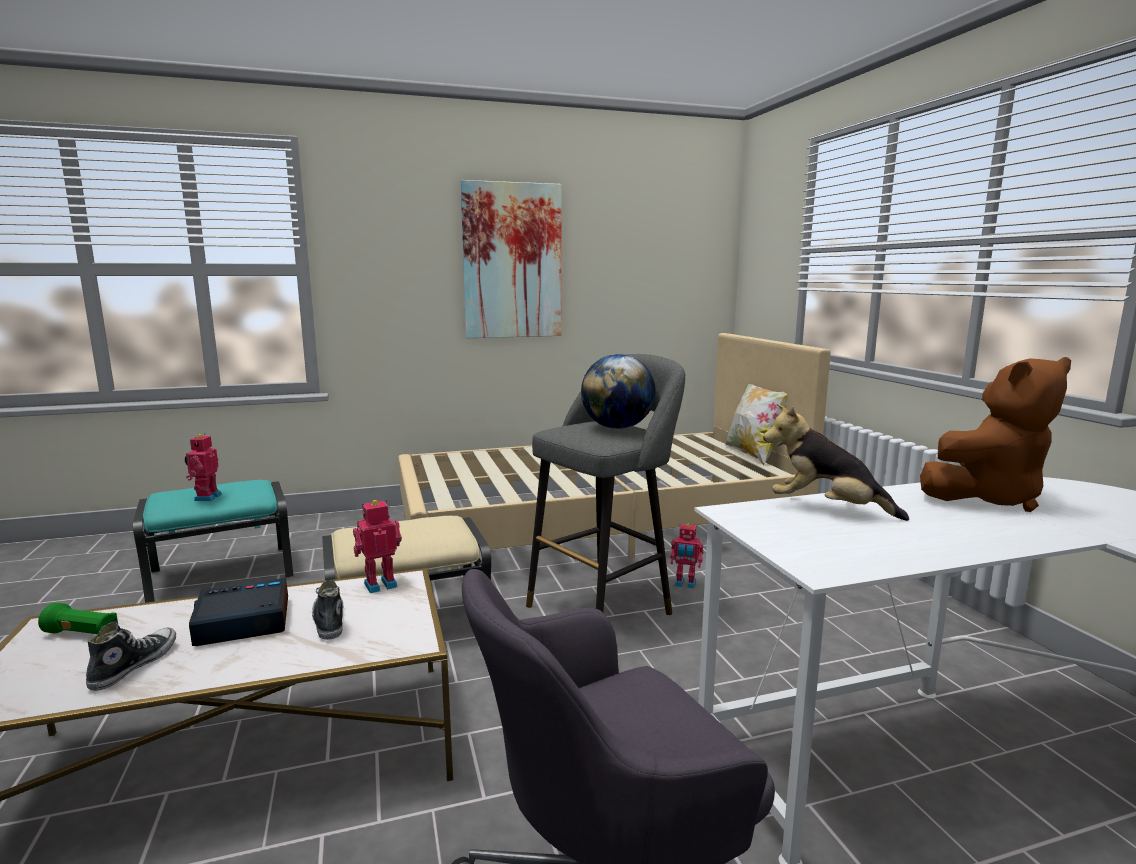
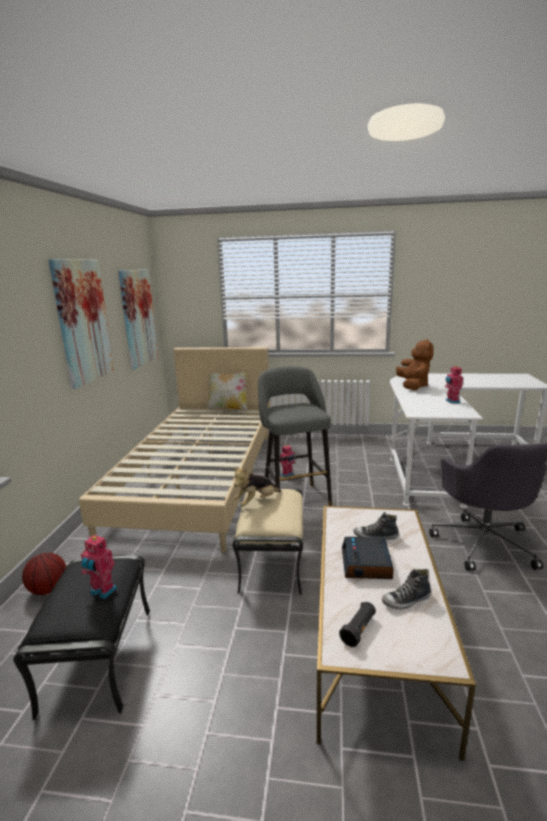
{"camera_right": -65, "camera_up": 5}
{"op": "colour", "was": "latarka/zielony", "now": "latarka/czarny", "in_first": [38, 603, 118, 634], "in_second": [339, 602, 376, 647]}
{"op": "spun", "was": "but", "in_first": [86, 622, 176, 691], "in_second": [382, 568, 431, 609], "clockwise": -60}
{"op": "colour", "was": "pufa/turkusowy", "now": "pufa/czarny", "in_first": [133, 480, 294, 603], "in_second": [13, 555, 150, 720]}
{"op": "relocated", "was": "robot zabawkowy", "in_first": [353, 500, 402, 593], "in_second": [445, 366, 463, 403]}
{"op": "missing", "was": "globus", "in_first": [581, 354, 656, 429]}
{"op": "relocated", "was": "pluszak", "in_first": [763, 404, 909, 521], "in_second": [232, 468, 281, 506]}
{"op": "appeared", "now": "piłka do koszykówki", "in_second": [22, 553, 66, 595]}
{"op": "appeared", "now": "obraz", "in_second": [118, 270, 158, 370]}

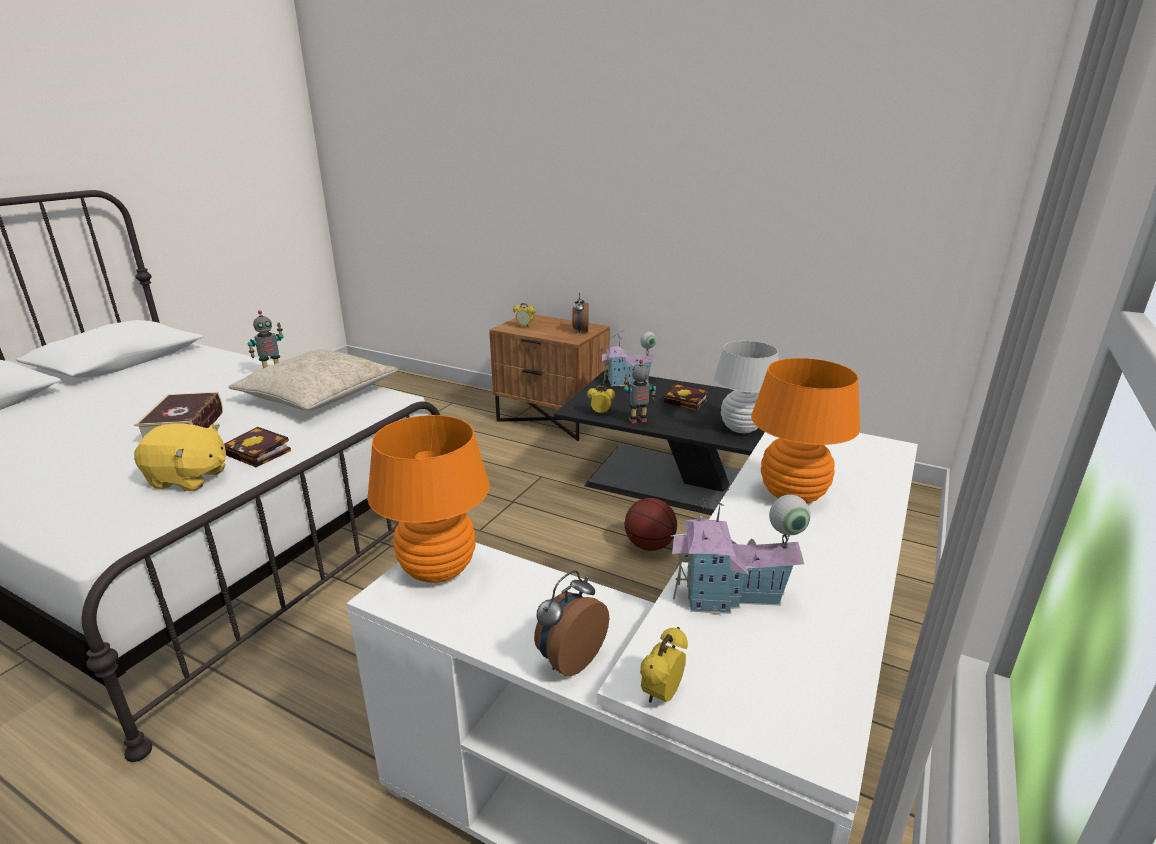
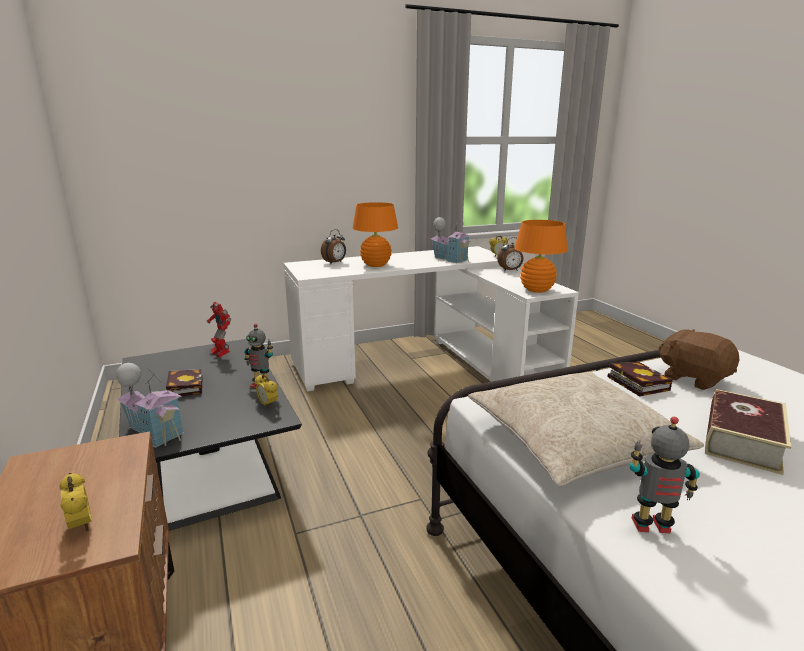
{"camera_right": -140, "camera_up": -5}
{"op": "colour", "was": "pluszak/żółty", "now": "pluszak/brązowy", "in_first": [134, 423, 226, 491], "in_second": [659, 329, 740, 390]}
{"op": "relocated", "was": "budzik", "in_first": [572, 293, 589, 334], "in_second": [321, 229, 346, 264]}
{"op": "missing", "was": "piłka do koszykówki", "in_first": [625, 498, 677, 551]}
{"op": "exchanged", "was": "lampa stołowa/biały", "now": "robot zabawkowy", "in_first": [714, 341, 779, 433], "in_second": [207, 302, 231, 358]}

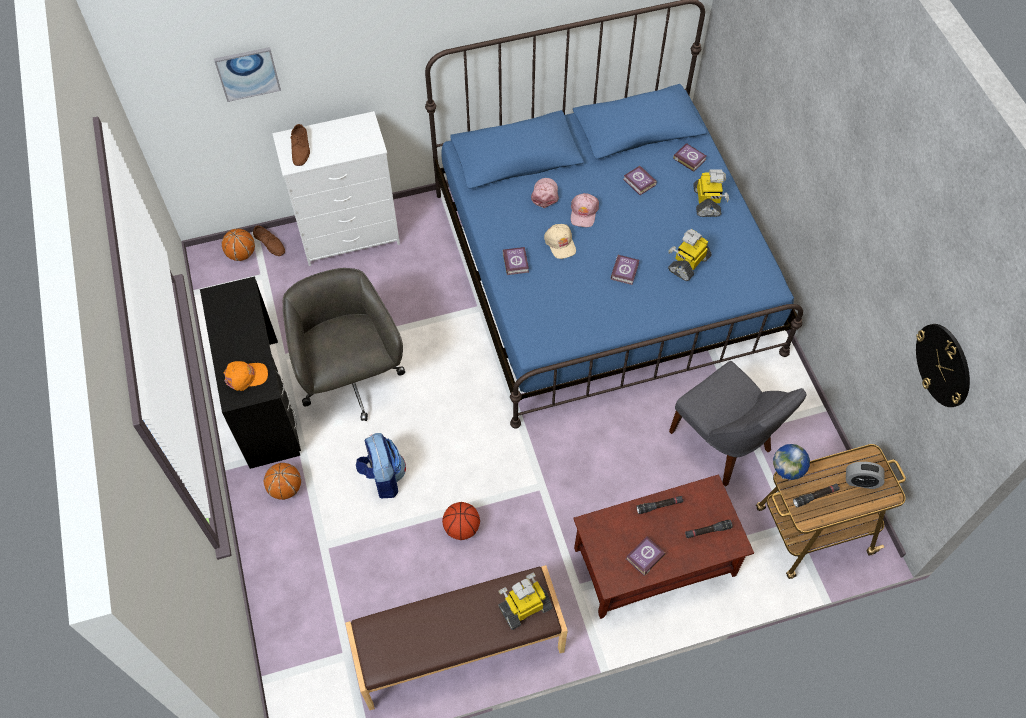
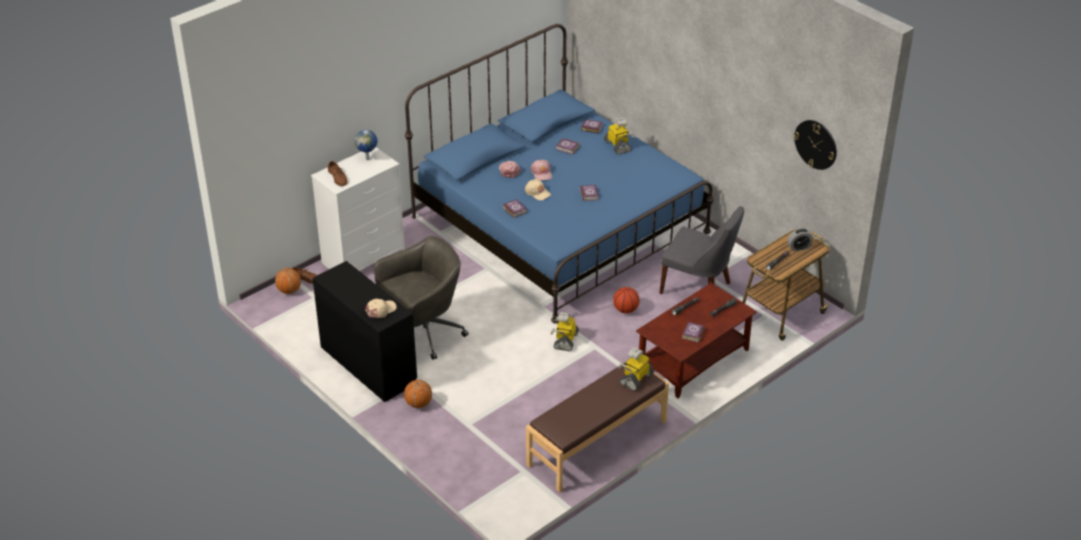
{"camera_right": -25, "camera_up": -20}
{"op": "missing", "was": "obraz", "in_first": [214, 47, 281, 102]}
{"op": "colour", "was": "czapka z daszkiem/pomarańczowy", "now": "czapka z daszkiem/beżowy", "in_first": [223, 361, 268, 391], "in_second": [366, 299, 397, 318]}
{"op": "spun", "was": "krzesło biurowe/szary", "in_first": [283, 268, 405, 421], "in_second": [374, 236, 468, 360], "clockwise": 105}
{"op": "missing", "was": "plecak", "in_first": [356, 433, 406, 498]}
{"op": "relocated", "was": "piłka do koszykówki", "in_first": [442, 502, 480, 540], "in_second": [613, 287, 640, 313]}
{"op": "relocated", "was": "robot zabawkowy", "in_first": [668, 229, 712, 281], "in_second": [551, 312, 579, 351]}
{"op": "relocated", "was": "globus", "in_first": [773, 444, 810, 480], "in_second": [355, 130, 377, 160]}

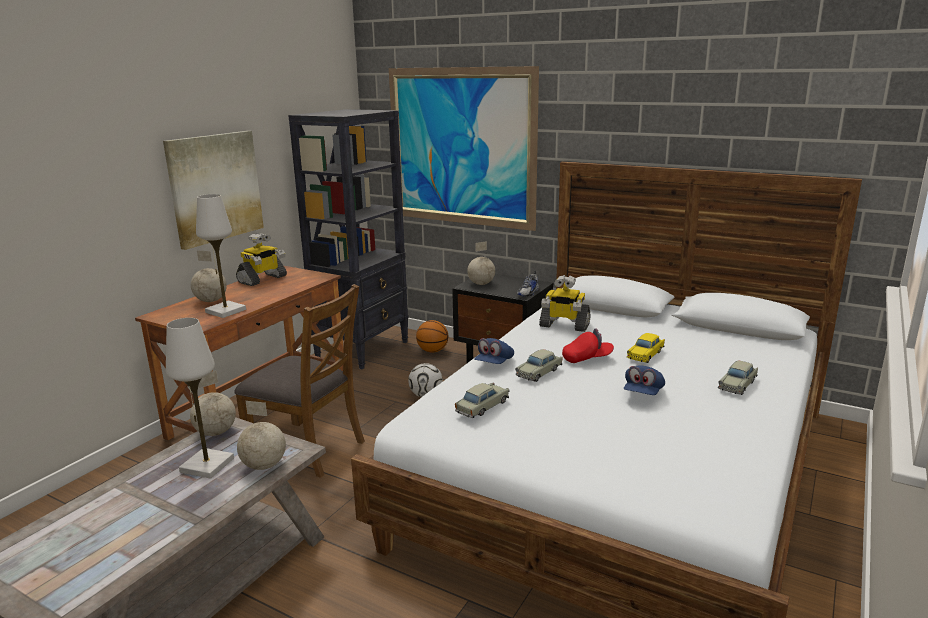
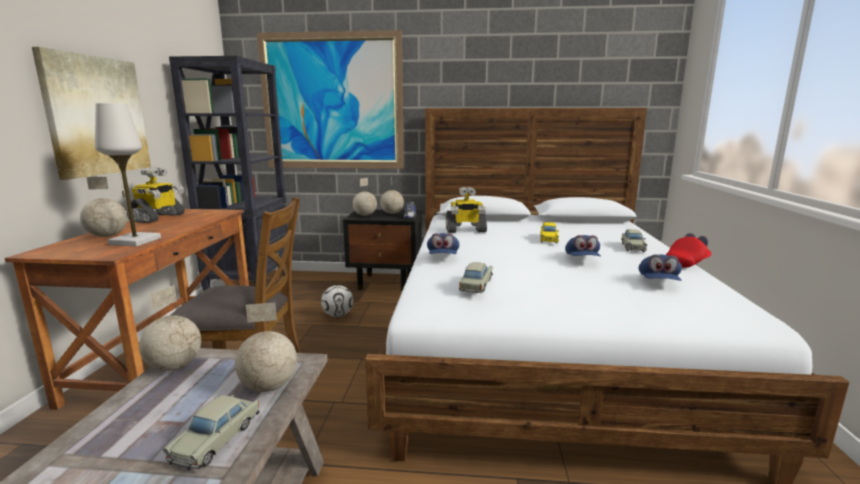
{"camera_right": -25, "camera_up": -5}
{"op": "missing", "was": "lampa stołowa/biały", "in_first": [166, 318, 234, 479]}
{"op": "missing", "was": "piłka do koszykówki", "in_first": [416, 320, 448, 353]}
{"op": "relocated", "was": "samochodzik/beżowy", "in_first": [515, 349, 563, 382], "in_second": [163, 394, 260, 470]}
{"op": "relocated", "was": "czapka z daszkiem/czerwony", "in_first": [562, 328, 614, 363], "in_second": [666, 233, 712, 268]}
{"op": "appeared", "now": "globus", "in_second": [380, 177, 404, 214]}
{"op": "appeared", "now": "czapka z daszkiem/niebieski", "in_second": [639, 254, 682, 281]}

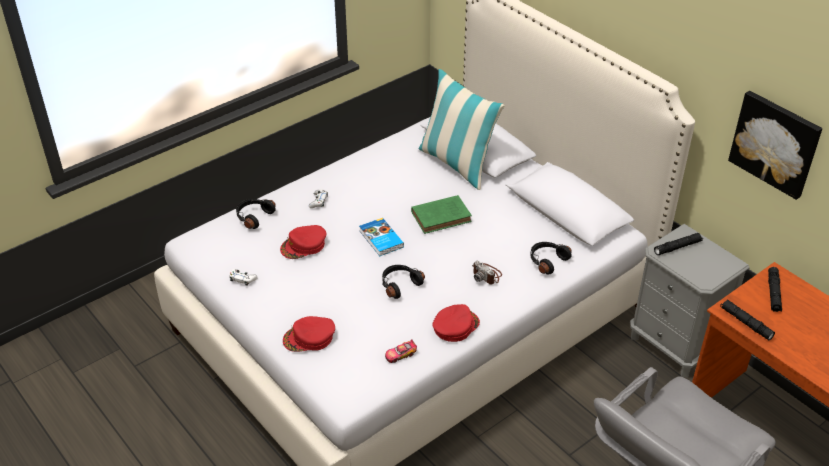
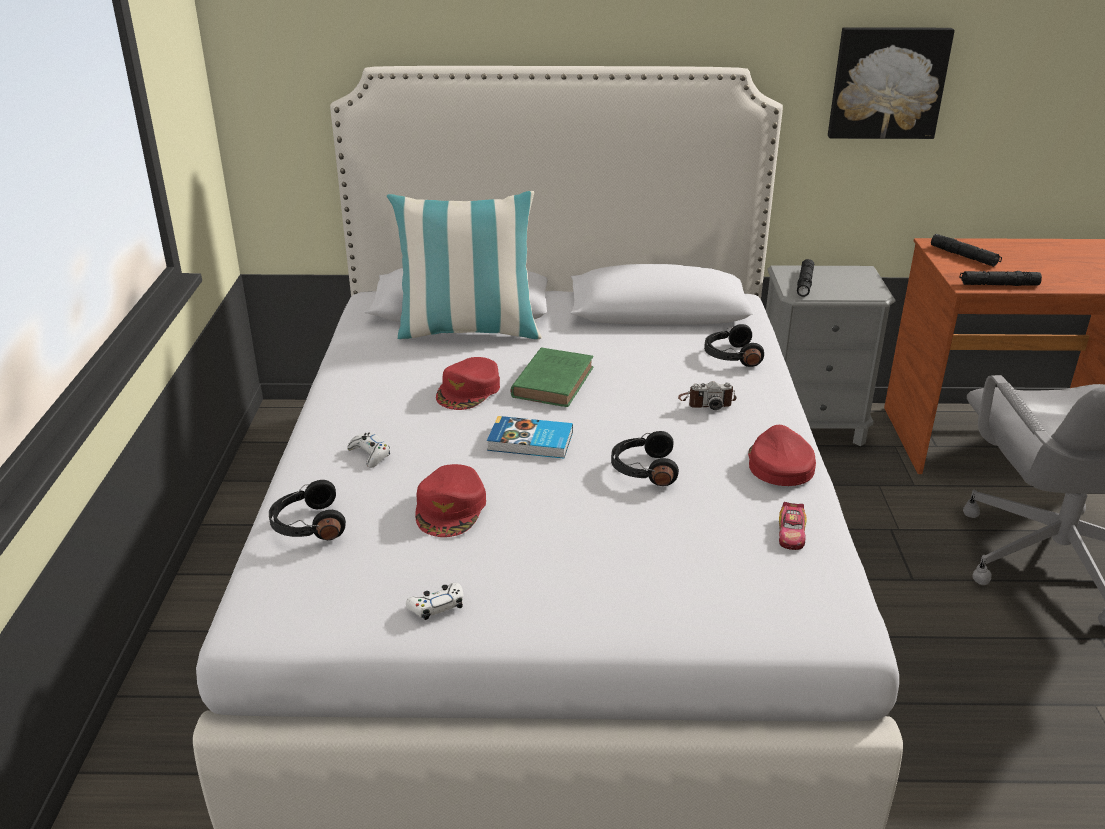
{"camera_right": -50, "camera_up": -10}
{"op": "relocated", "was": "czapka z daszkiem/czerwony", "in_first": [283, 316, 335, 352], "in_second": [436, 357, 500, 410]}

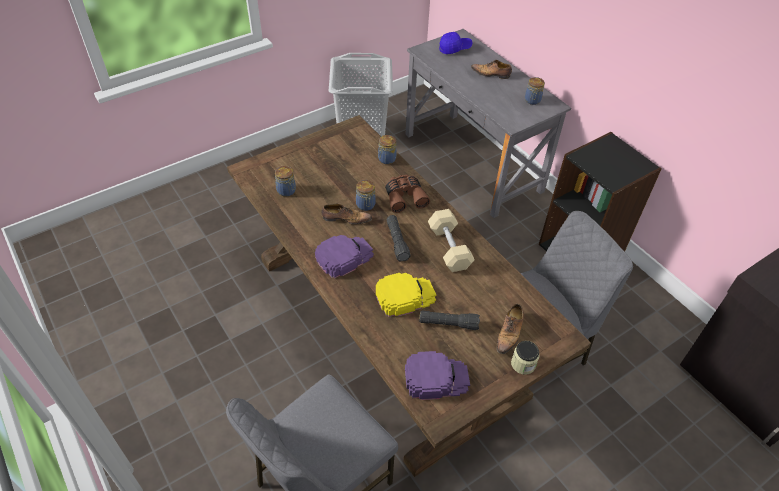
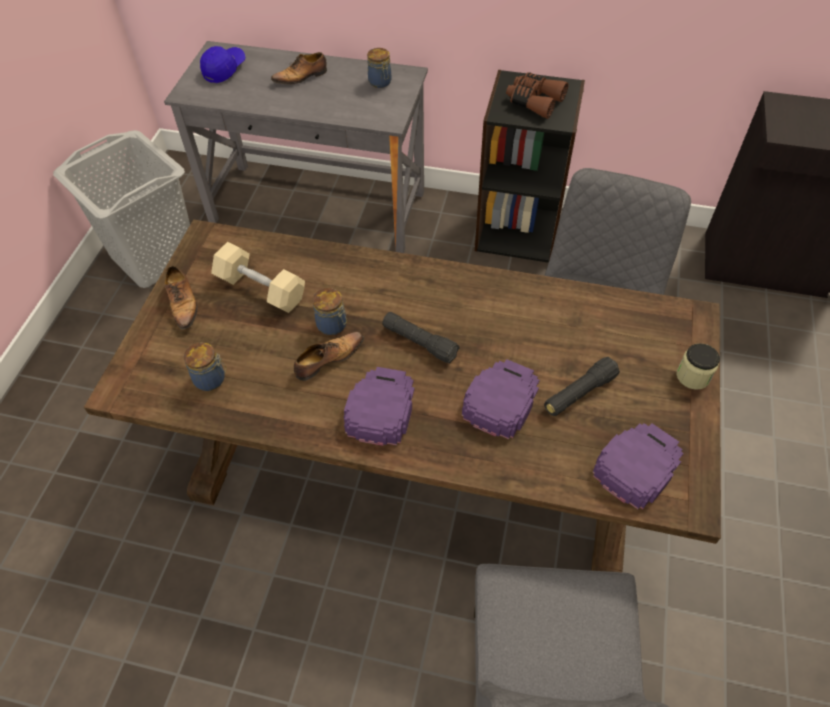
{"camera_right": -40, "camera_up": 5}
{"op": "colour", "was": "czapka z daszkiem/żółty", "now": "czapka z daszkiem/fioletowy", "in_first": [376, 273, 437, 317], "in_second": [462, 359, 539, 439]}
{"op": "missing", "was": "słoik", "in_first": [378, 135, 396, 164]}
{"op": "relocated", "was": "lornetka/brązowy", "in_first": [385, 174, 430, 213], "in_second": [506, 72, 568, 119]}
{"op": "relocated", "was": "hantel/beżowy", "in_first": [428, 209, 475, 272], "in_second": [211, 242, 305, 313]}
{"op": "relocated", "was": "but", "in_first": [497, 304, 524, 354], "in_second": [164, 266, 198, 329]}

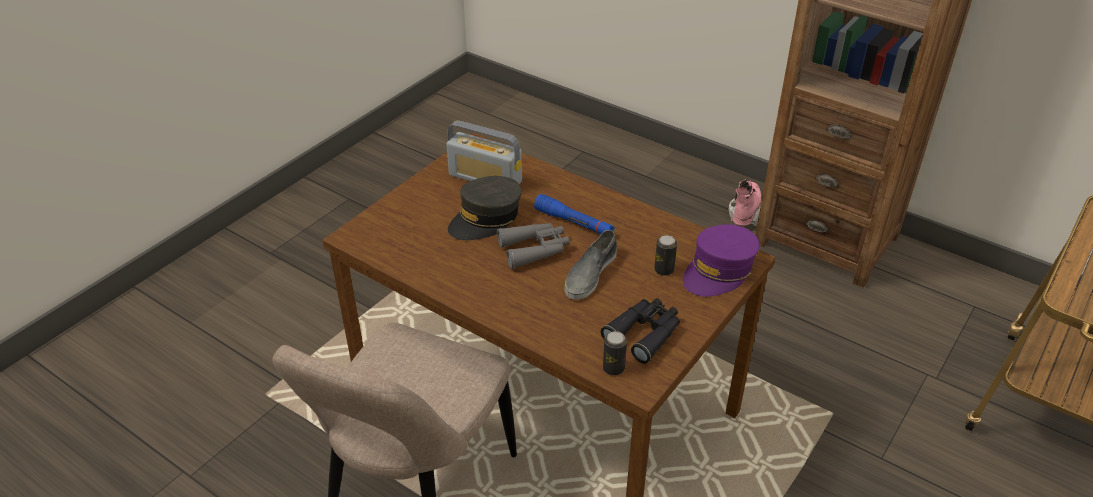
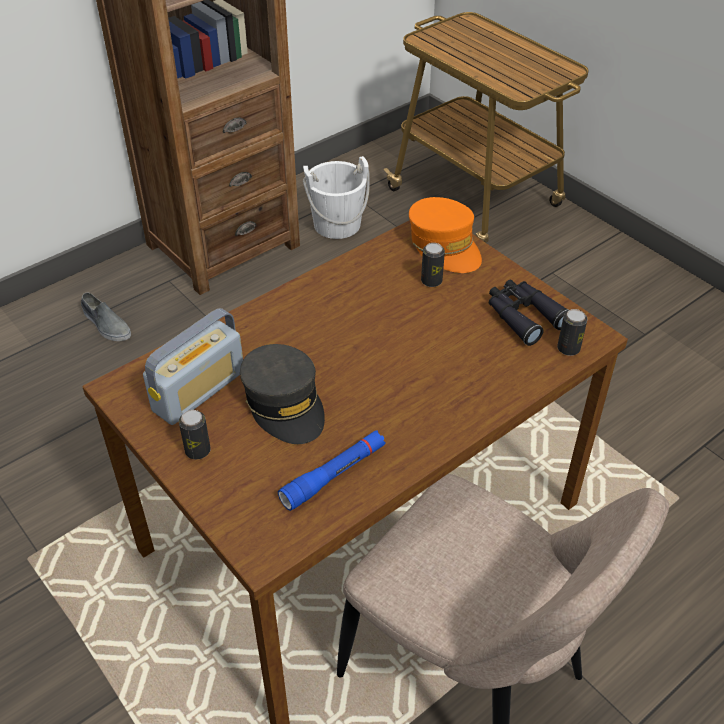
{"camera_right": -75, "camera_up": 5}
{"op": "missing", "was": "lornetka/szary", "in_first": [497, 222, 570, 269]}
{"op": "relocated", "was": "latarka/niebieski", "in_first": [534, 194, 615, 234], "in_second": [278, 430, 386, 511]}
{"op": "relocated", "was": "but/szary", "in_first": [565, 230, 617, 300], "in_second": [81, 292, 131, 341]}
{"op": "colour", "was": "czapka z daszkiem/fioletowy", "now": "czapka z daszkiem/pomarańczowy", "in_first": [683, 224, 759, 297], "in_second": [409, 197, 482, 273]}
{"op": "missing", "was": "but z cholewką/różowy", "in_first": [729, 179, 762, 226]}
{"op": "appeared", "now": "puszka", "in_second": [179, 410, 211, 459]}
{"op": "appeared", "now": "wiadro/biały", "in_second": [303, 156, 370, 239]}

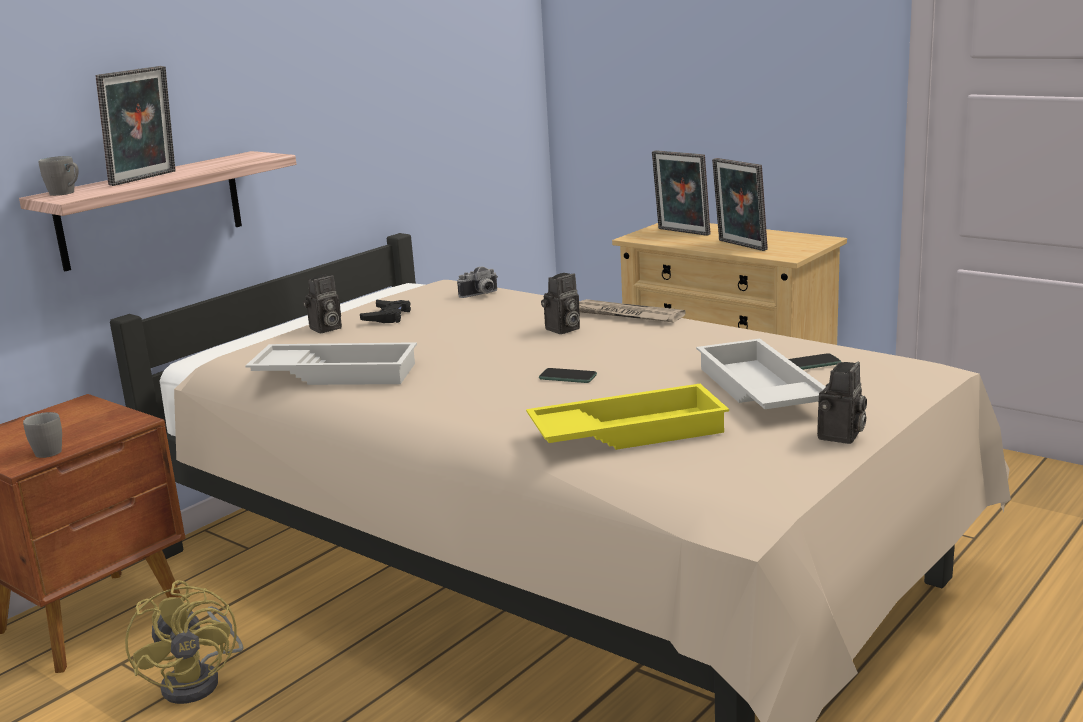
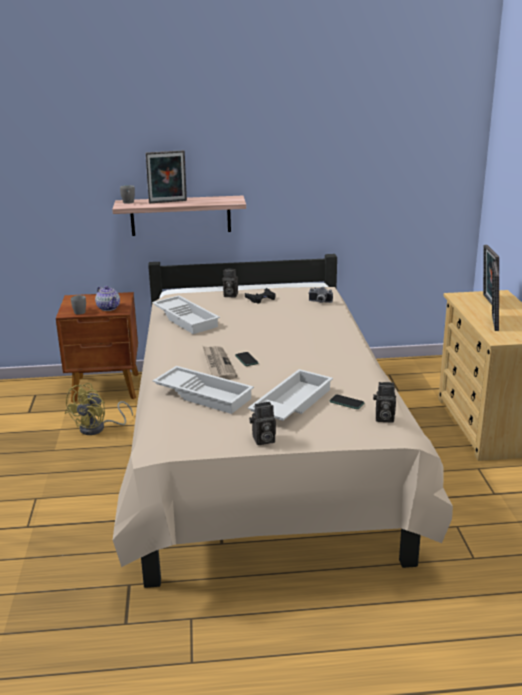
{"camera_right": 45, "camera_up": 5}
{"op": "colour", "was": "taca/żółty", "now": "taca/biały", "in_first": [526, 384, 729, 450], "in_second": [153, 366, 254, 414]}
{"op": "relocated", "was": "aparat fotograficzny", "in_first": [541, 273, 580, 334], "in_second": [373, 382, 396, 423]}
{"op": "relocated", "was": "gazeta", "in_first": [579, 299, 686, 322], "in_second": [203, 346, 237, 379]}
{"op": "appeared", "now": "imbryk", "in_second": [95, 286, 120, 311]}

